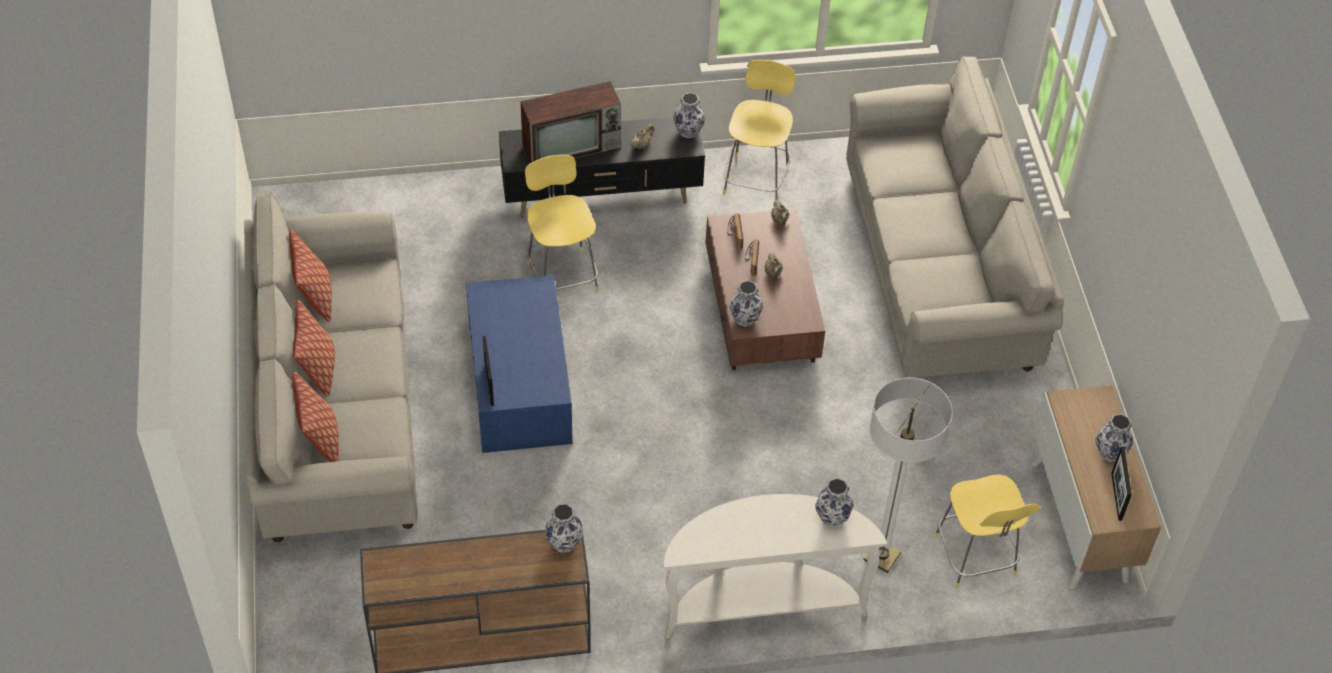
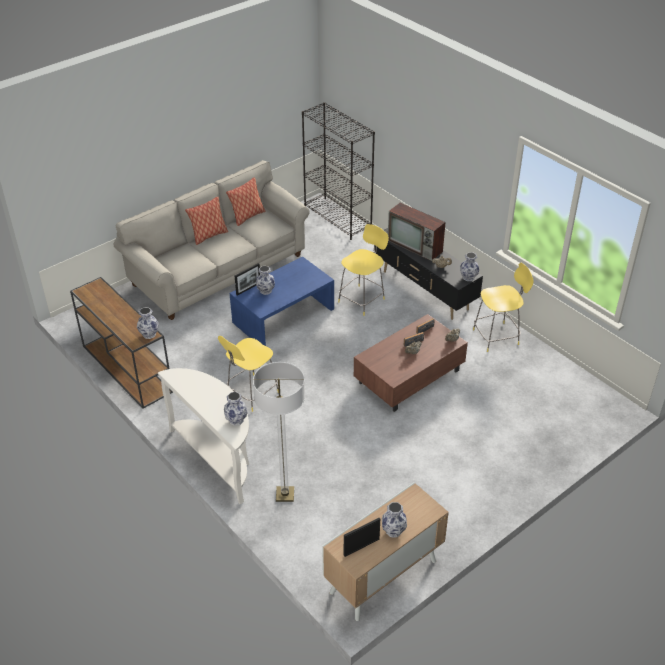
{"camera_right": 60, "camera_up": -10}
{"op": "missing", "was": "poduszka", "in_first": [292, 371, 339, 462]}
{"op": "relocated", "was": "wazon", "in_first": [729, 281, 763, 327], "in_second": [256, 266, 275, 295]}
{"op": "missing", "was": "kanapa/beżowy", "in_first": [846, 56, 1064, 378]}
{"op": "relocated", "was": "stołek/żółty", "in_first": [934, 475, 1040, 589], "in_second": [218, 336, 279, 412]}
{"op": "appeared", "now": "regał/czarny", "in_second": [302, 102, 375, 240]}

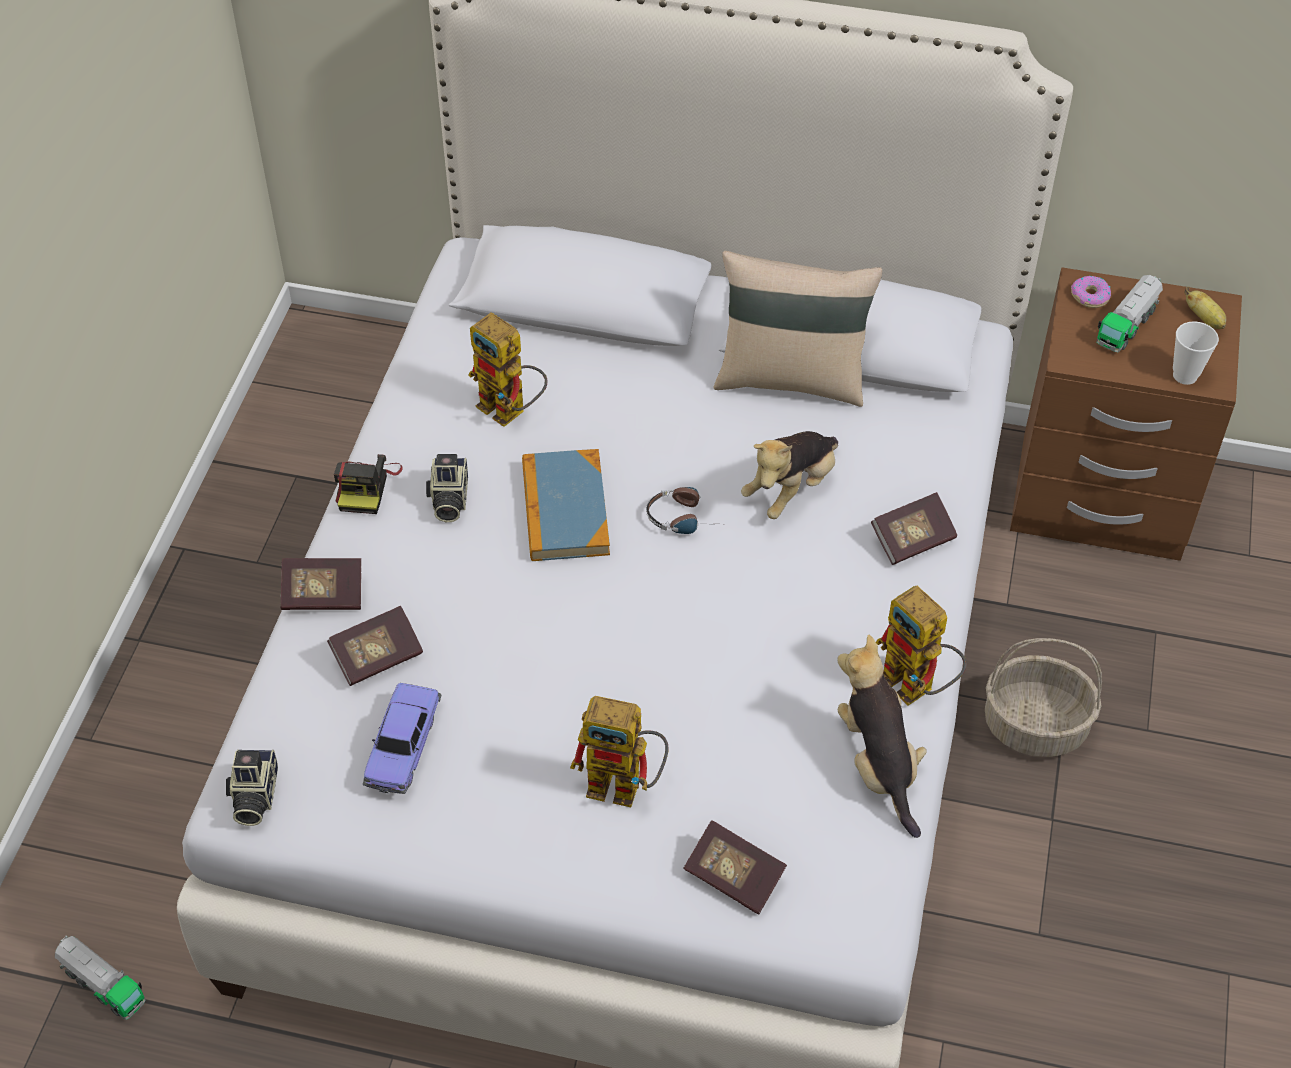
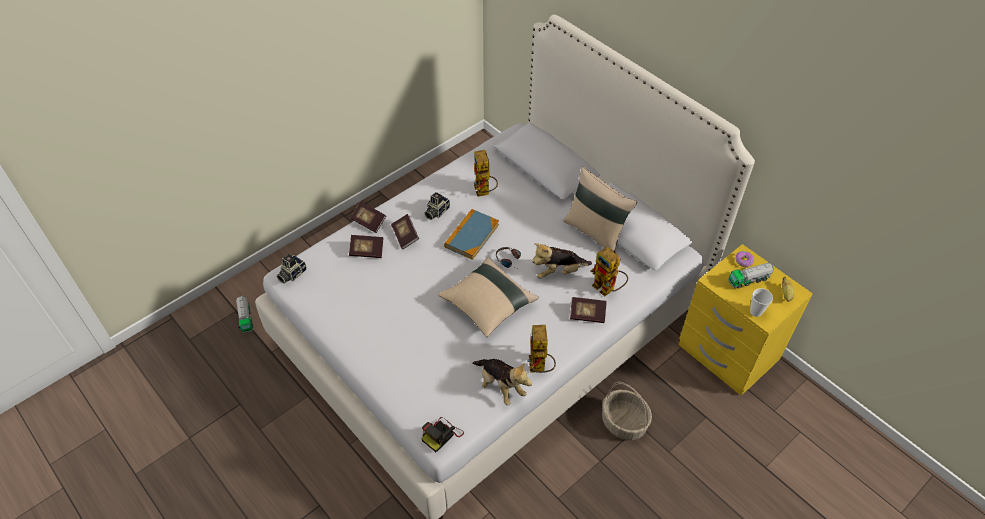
{"camera_right": 35, "camera_up": 0}
{"op": "relocated", "was": "aparat fotograficzny", "in_first": [334, 454, 403, 514], "in_second": [421, 417, 464, 452]}
{"op": "missing", "was": "samochodzik", "in_first": [363, 683, 442, 794]}
{"op": "relocated", "was": "robot zabawkowy", "in_first": [570, 696, 668, 807], "in_second": [590, 246, 628, 297]}
{"op": "relocated", "was": "książka", "in_first": [683, 820, 787, 914], "in_second": [391, 214, 419, 249]}
{"op": "spun", "was": "pluszak", "in_first": [837, 635, 927, 838], "in_second": [472, 359, 532, 405], "clockwise": 120}
{"op": "colour", "was": "szafka nocna/brązowy", "now": "szafka nocna/żółty", "in_first": [1010, 267, 1242, 561], "in_second": [679, 244, 813, 396]}
{"op": "appeared", "now": "poduszka/beżowy", "in_second": [438, 257, 539, 338]}

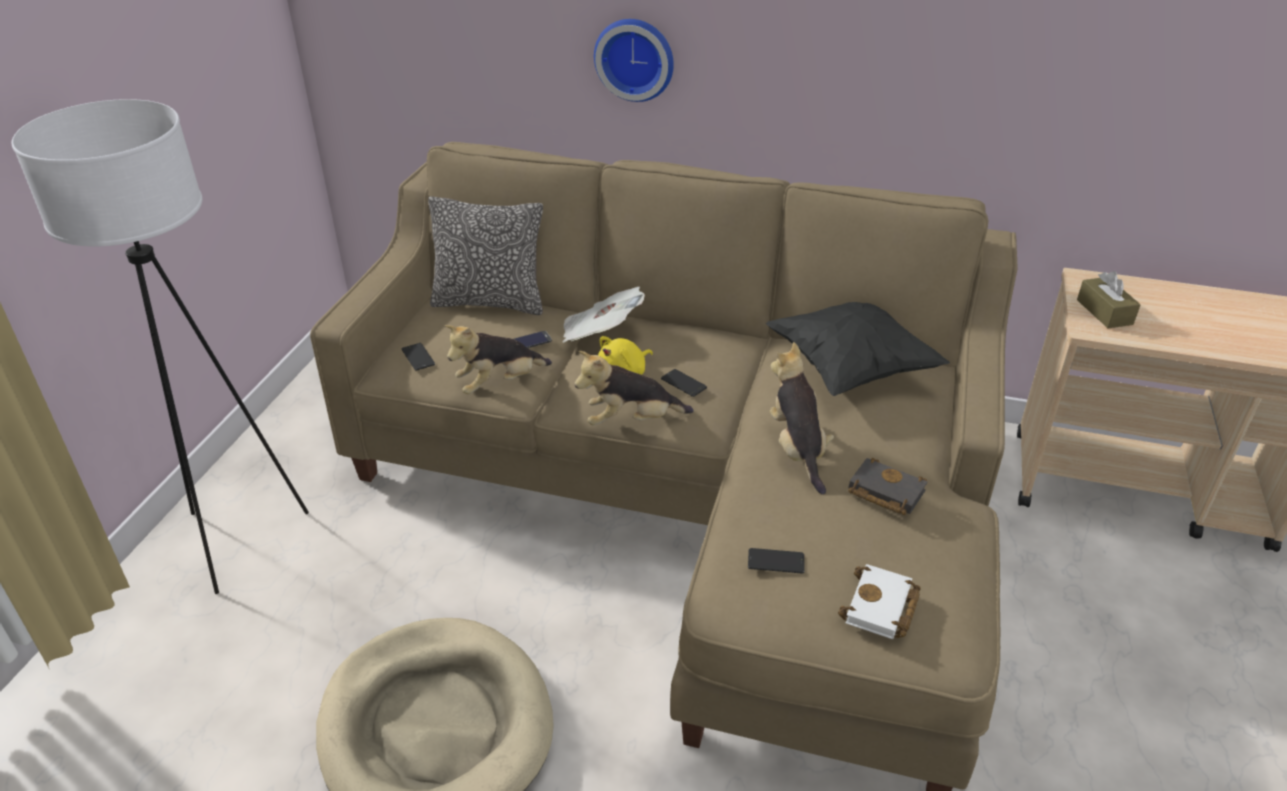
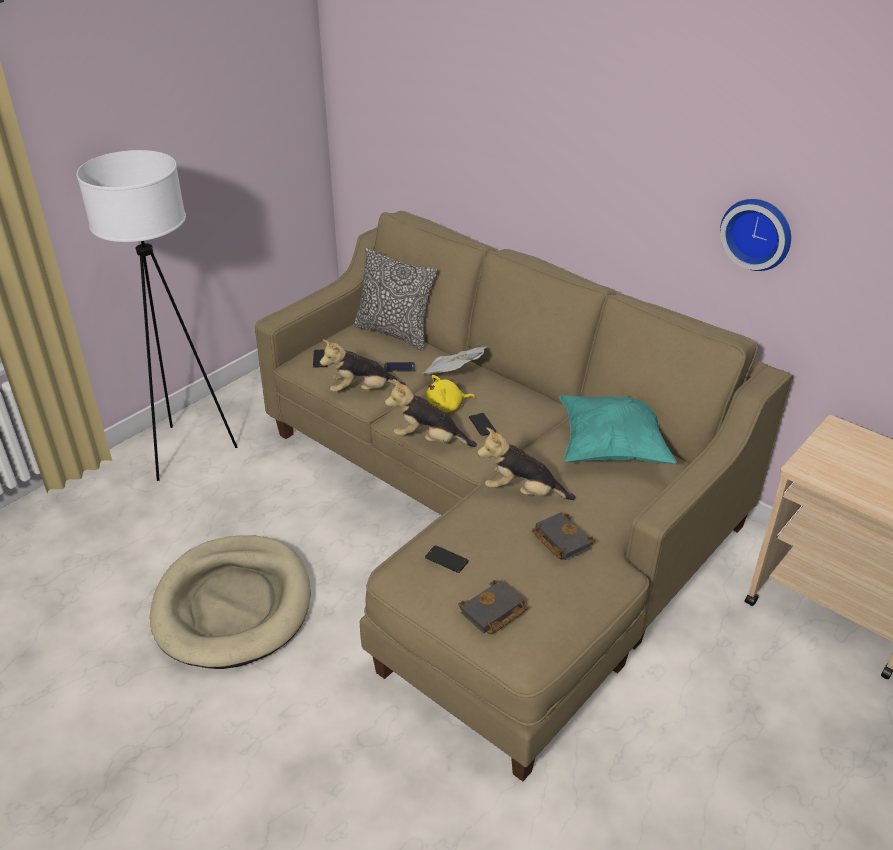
{"camera_right": 25, "camera_up": 0}
{"op": "relocated", "was": "zegar ścienny", "in_first": [594, 19, 674, 102], "in_second": [720, 199, 791, 271]}
{"op": "colour", "was": "poduszka/czarny", "now": "poduszka/turkusowy", "in_first": [766, 302, 950, 396], "in_second": [559, 395, 677, 464]}
{"op": "spun", "was": "pluszak", "in_first": [770, 342, 834, 495], "in_second": [477, 427, 576, 500], "clockwise": -90}
{"op": "colour", "was": "książka/biały", "now": "książka/czarny", "in_first": [838, 564, 921, 639], "in_second": [458, 580, 528, 634]}
{"op": "missing", "was": "pudełko chusteczek/brązowy", "in_first": [1077, 271, 1141, 328]}

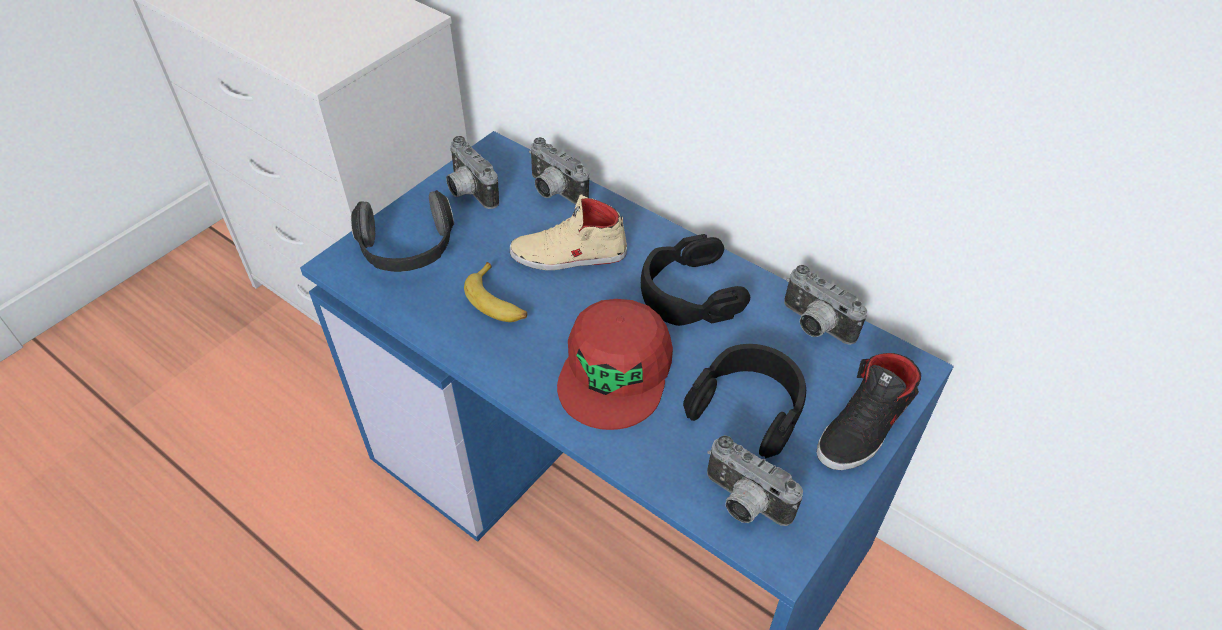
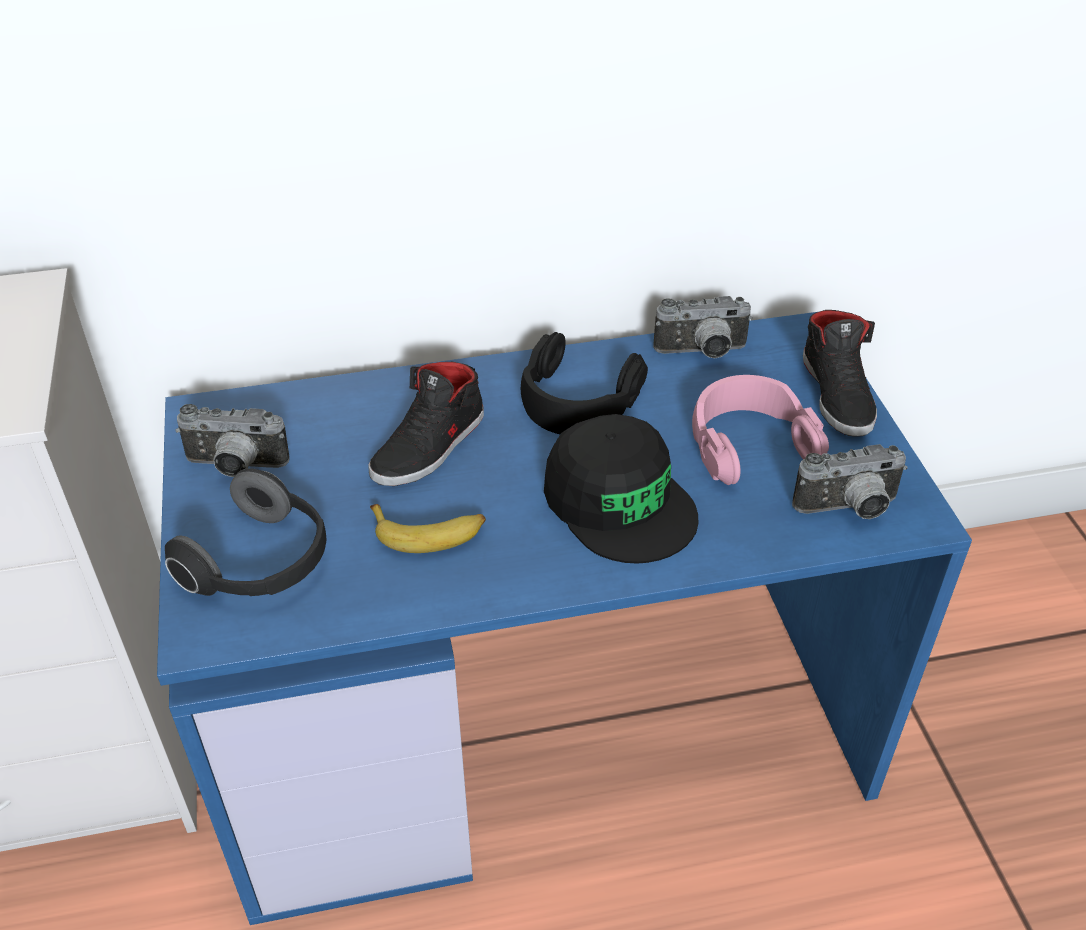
{"camera_right": -50, "camera_up": -5}
{"op": "colour", "was": "but/beżowy", "now": "but/czarny", "in_first": [510, 194, 627, 270], "in_second": [369, 362, 484, 486]}
{"op": "missing", "was": "aparat fotograficzny", "in_first": [529, 137, 590, 205]}
{"op": "colour", "was": "czapka z daszkiem/czerwony", "now": "czapka z daszkiem/czarny", "in_first": [557, 299, 673, 430], "in_second": [544, 414, 699, 564]}
{"op": "colour", "was": "słuchawki/czarny", "now": "słuchawki/różowy", "in_first": [683, 344, 806, 458], "in_second": [692, 375, 829, 485]}

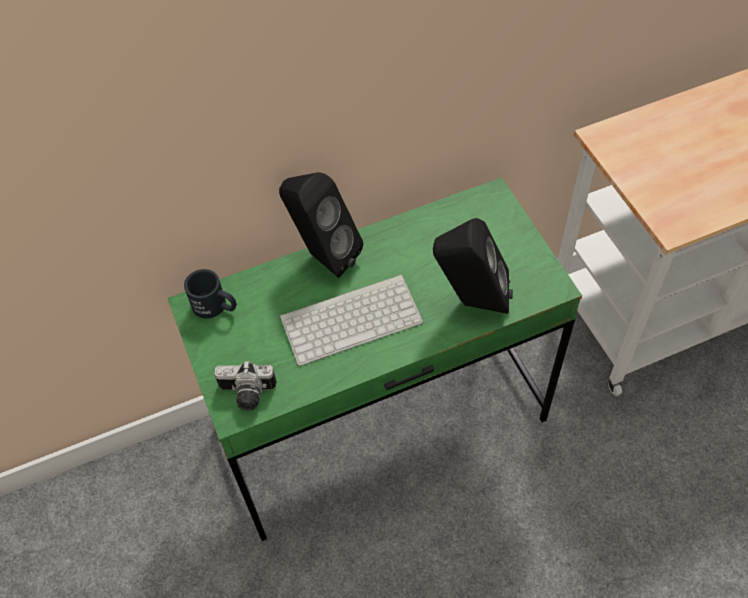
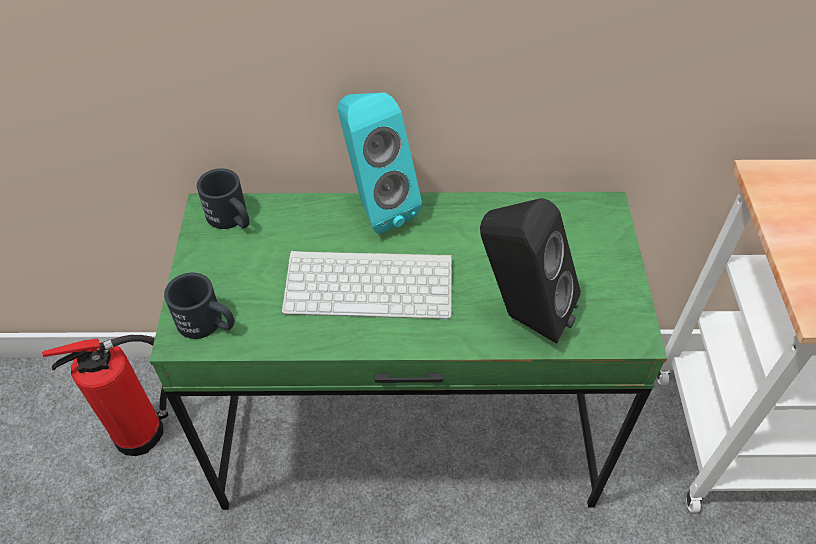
{"camera_right": 20, "camera_up": -5}
{"op": "exchanged", "was": "aparat fotograficzny", "now": "kubek/czarny", "in_first": [214, 361, 277, 410], "in_second": [164, 273, 235, 339]}
{"op": "colour", "was": "głośnik/czarny", "now": "głośnik/turkusowy", "in_first": [279, 172, 363, 278], "in_second": [337, 93, 422, 234]}
{"op": "appeared", "now": "gaśnica", "in_second": [42, 335, 168, 456]}

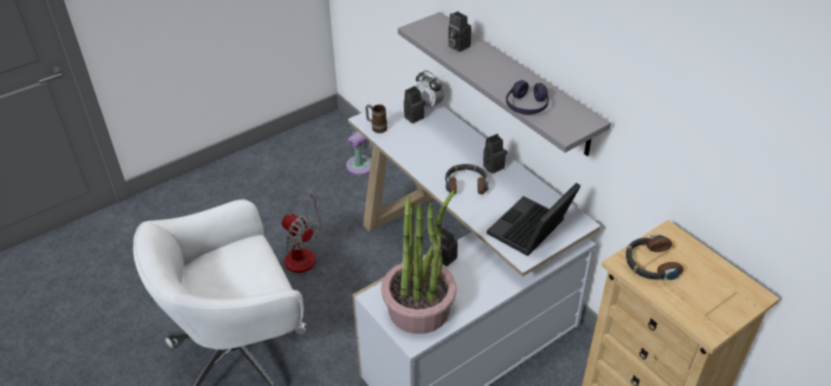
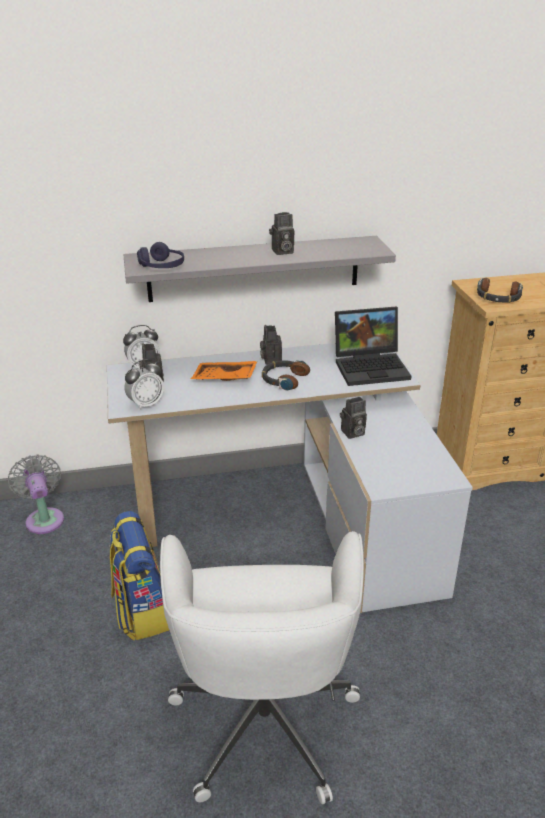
{"camera_right": -65, "camera_up": -10}
{"op": "exchanged", "was": "wentylator", "now": "plecak", "in_first": [282, 188, 322, 273], "in_second": [109, 511, 169, 641]}
{"op": "exchanged", "was": "kubek", "now": "budzik", "in_first": [365, 104, 387, 133], "in_second": [124, 359, 164, 411]}
{"op": "missing", "was": "roślina doniczkowa", "in_first": [381, 190, 457, 334]}
{"op": "relocated", "was": "aparat fotograficzny", "in_first": [448, 11, 471, 52], "in_second": [269, 212, 294, 255]}
{"op": "spun", "was": "laptop", "in_first": [487, 183, 581, 256], "in_second": [335, 307, 411, 386], "clockwise": -75}
{"op": "relocated", "was": "słuchawki/fioletowy", "in_first": [506, 80, 549, 115], "in_second": [137, 242, 184, 268]}
{"op": "appeared", "now": "taca/pomarańczowy", "in_second": [191, 361, 258, 381]}

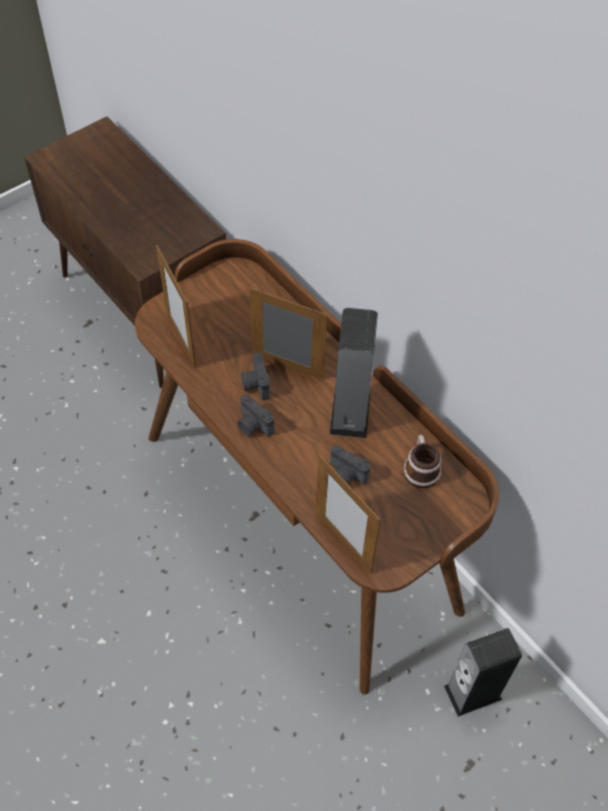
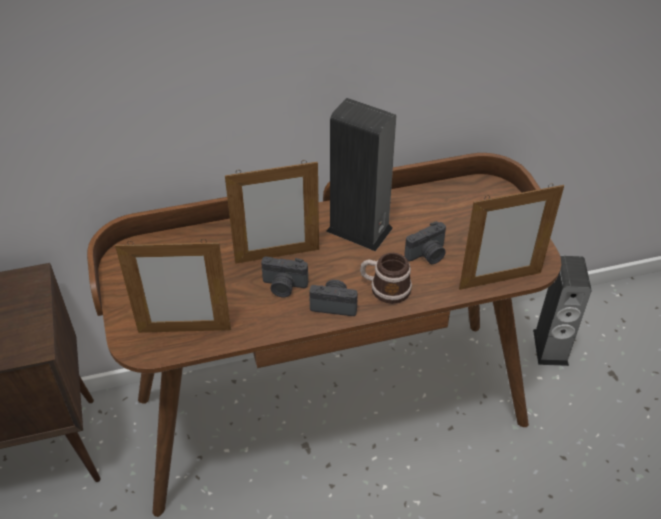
{"camera_right": -65, "camera_up": -10}
{"op": "spun", "was": "aparat fotograficzny", "in_first": [237, 394, 274, 437], "in_second": [309, 280, 358, 316], "clockwise": -150}
{"op": "spun", "was": "ramka na zdjęcie", "in_first": [250, 288, 327, 380], "in_second": [225, 160, 319, 264], "clockwise": -150}
{"op": "relocated", "was": "kubek", "in_first": [404, 435, 442, 489], "in_second": [360, 253, 412, 304]}

